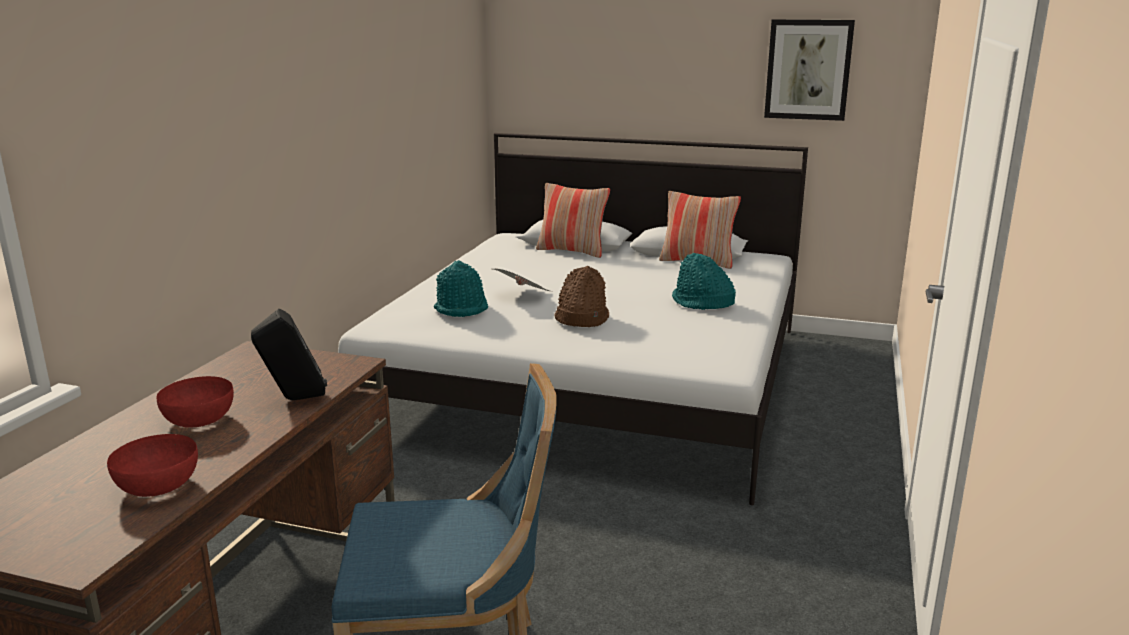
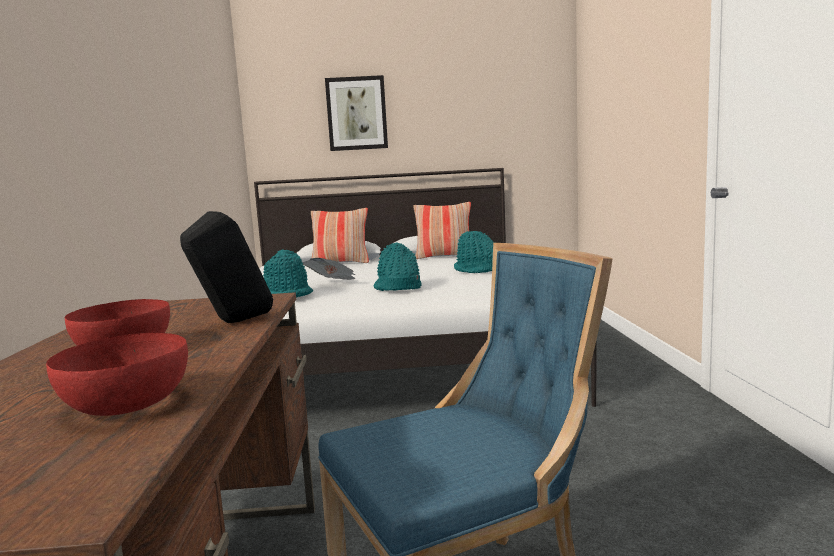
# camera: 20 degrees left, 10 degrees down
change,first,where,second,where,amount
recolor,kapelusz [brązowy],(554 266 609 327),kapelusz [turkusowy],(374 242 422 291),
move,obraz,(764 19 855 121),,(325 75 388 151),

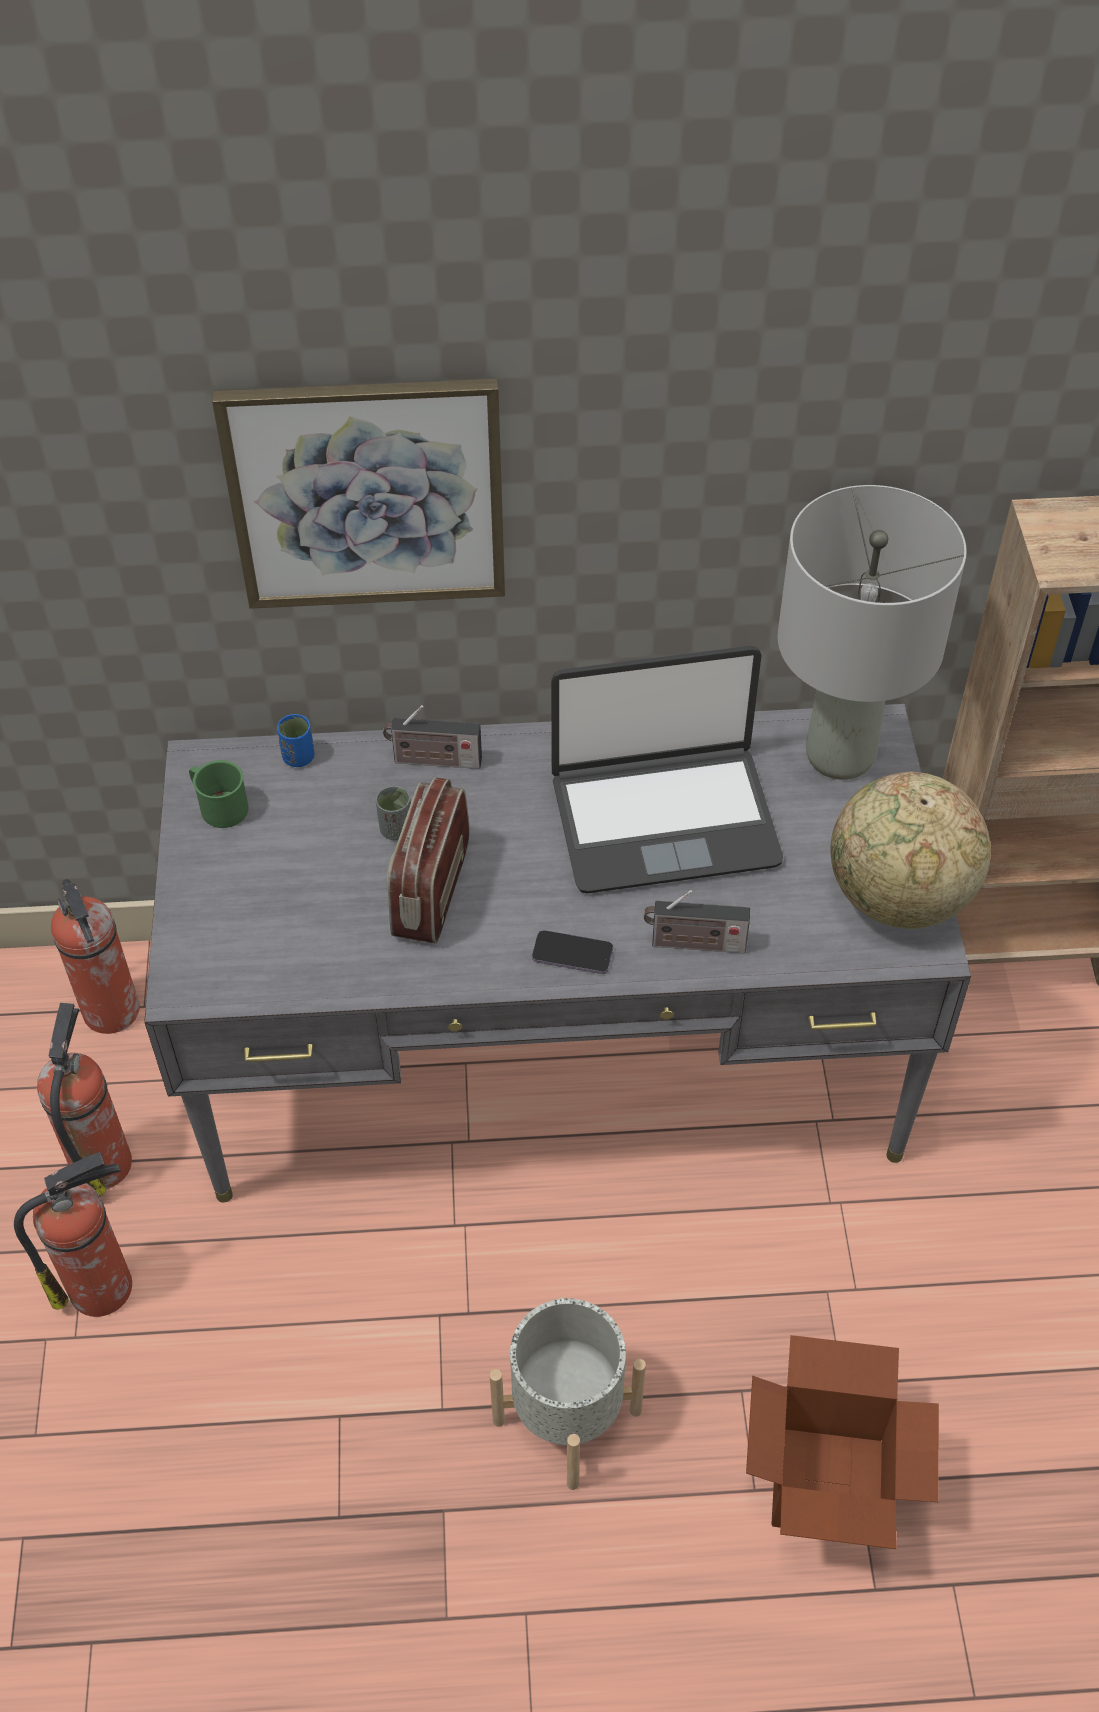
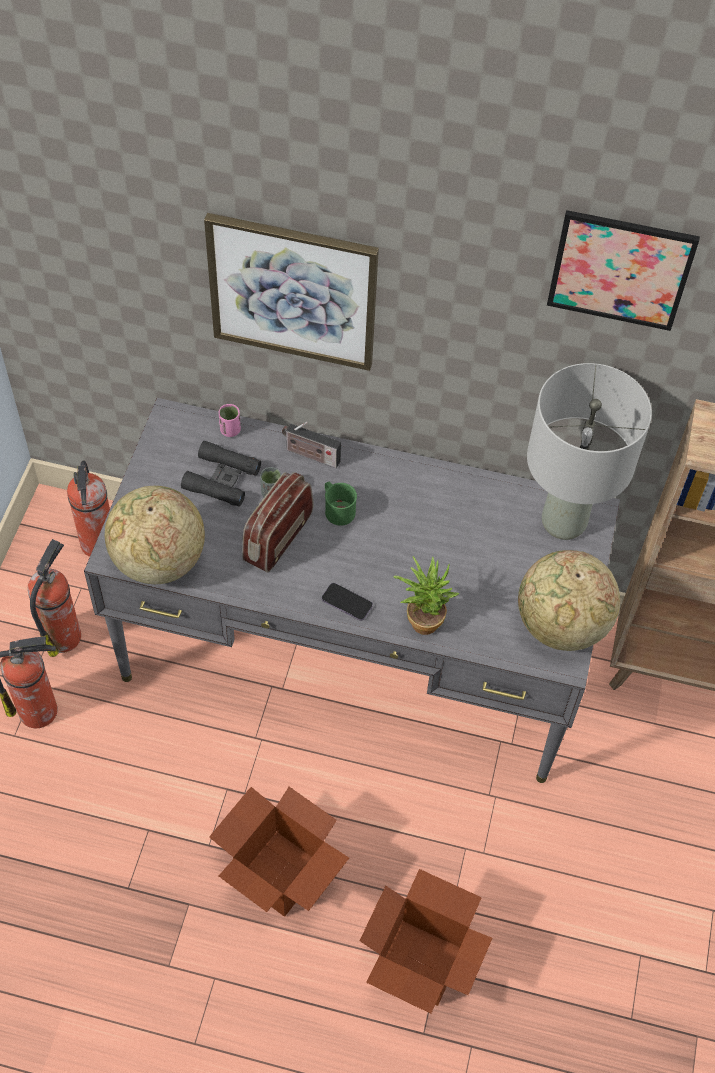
# camera: 15 degrees right, 5 degrees up
change,first,where,second,where,amount
move,kubek [zielony],(189 760 248 828),,(325 481 357 526),
recolor,filiżanka [niebieski],(277 714 315 767),filiżanka [różowy],(219 404 241 437),
replace,donica [szary],(489 1297 646 1490),karton,(209 787 349 917),
delete,laptop,(551 646 783 894),,,
replace,radio,(644 890 750 953),roślina doniczkowa,(393 556 459 635),
insert,,,globus,(105 486 205 584),
insert,,,lornetka [czarny],(181 441 261 507),
insert,,,obraz,(547 210 700 331),

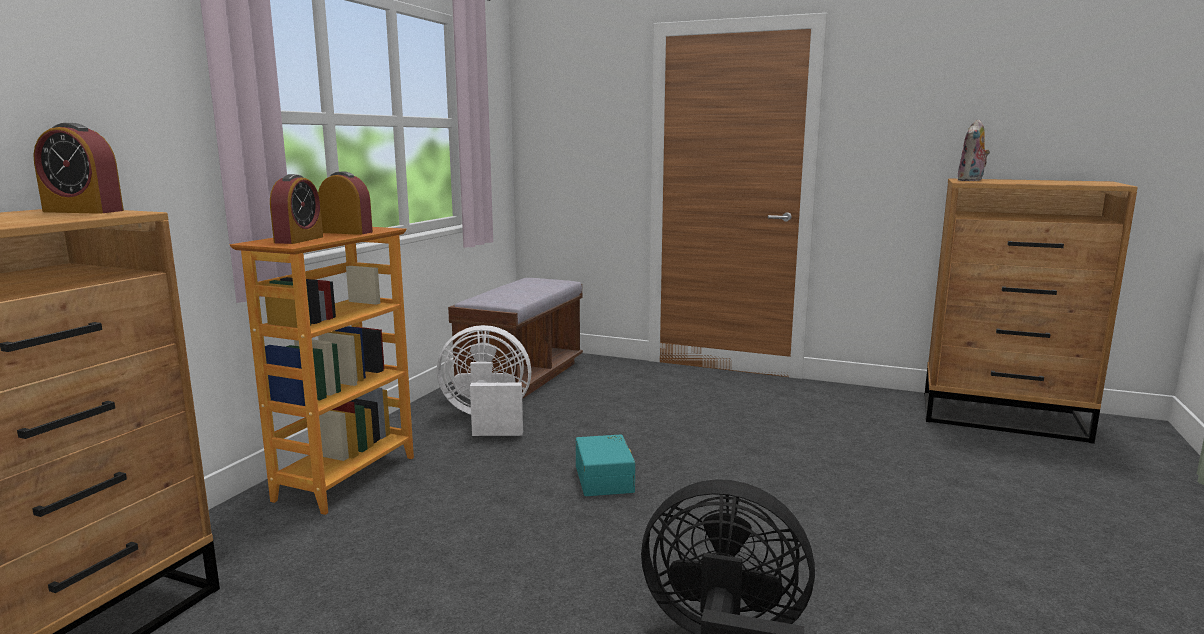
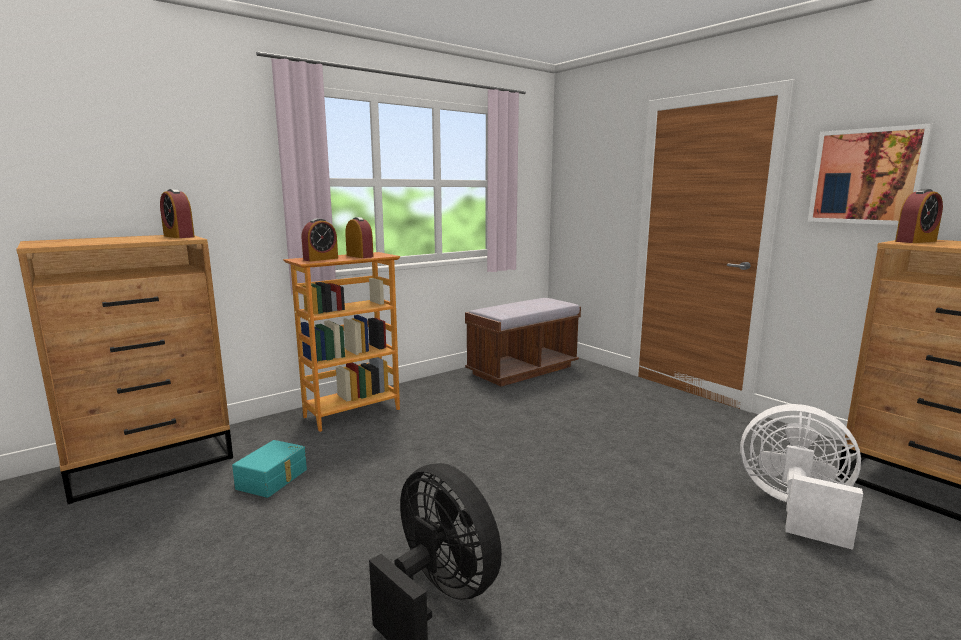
# camera: 30 degrees right, 0 degrees up
change,first,where,second,where,amount
move,wentylator [biały],(437 325 531 436),,(740 404 863 550),
move,pojemnik do przechowywania [turkusowy],(576 435 635 496),,(232 440 307 498),
replace,pluszak,(957 120 990 181),budzik,(895 189 943 243),
insert,,,obraz,(808 123 933 225),

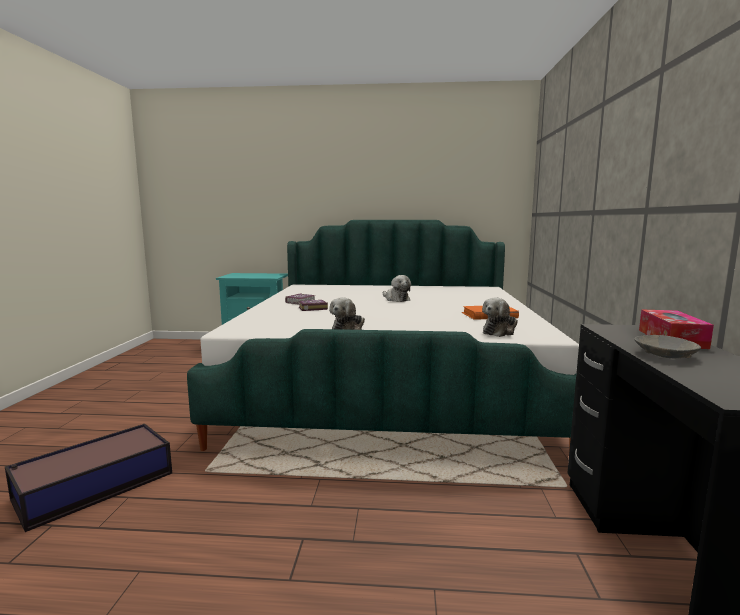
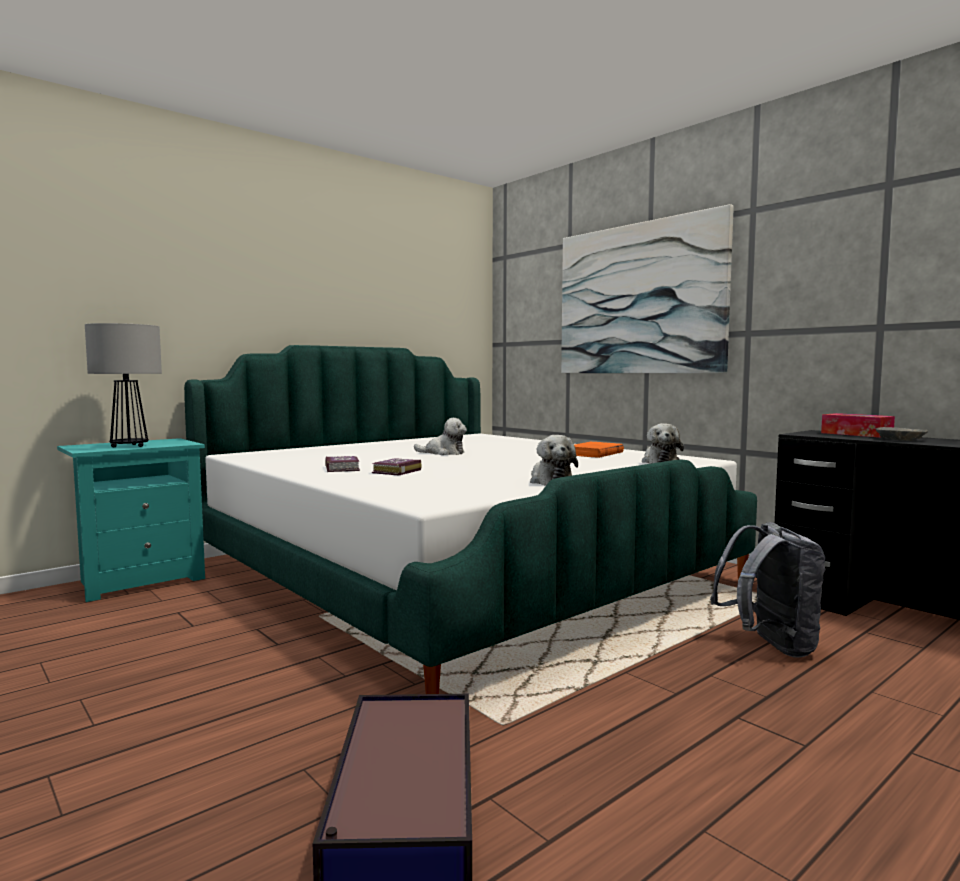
# camera: 45 degrees left, 5 degrees down
change,first,where,second,where,amount
insert,,,lampa stołowa,(85 323 162 447),
insert,,,obraz,(561 204 734 374),
insert,,,plecak [szary],(710 522 826 658),

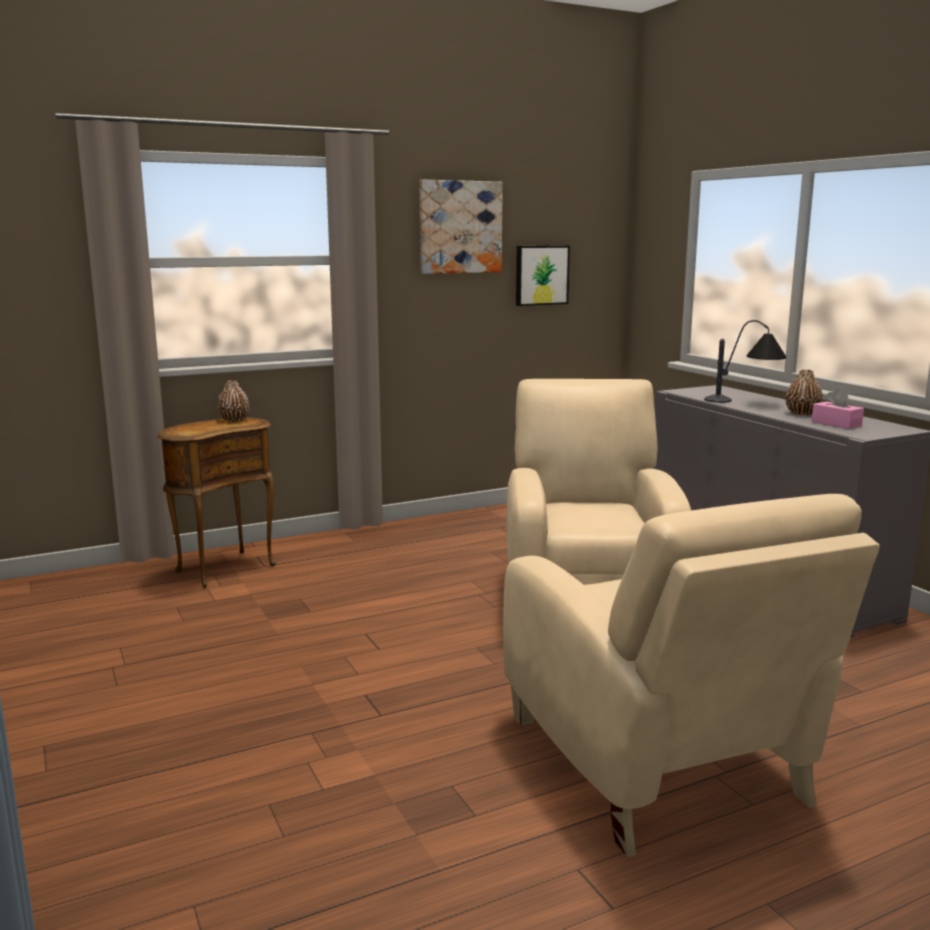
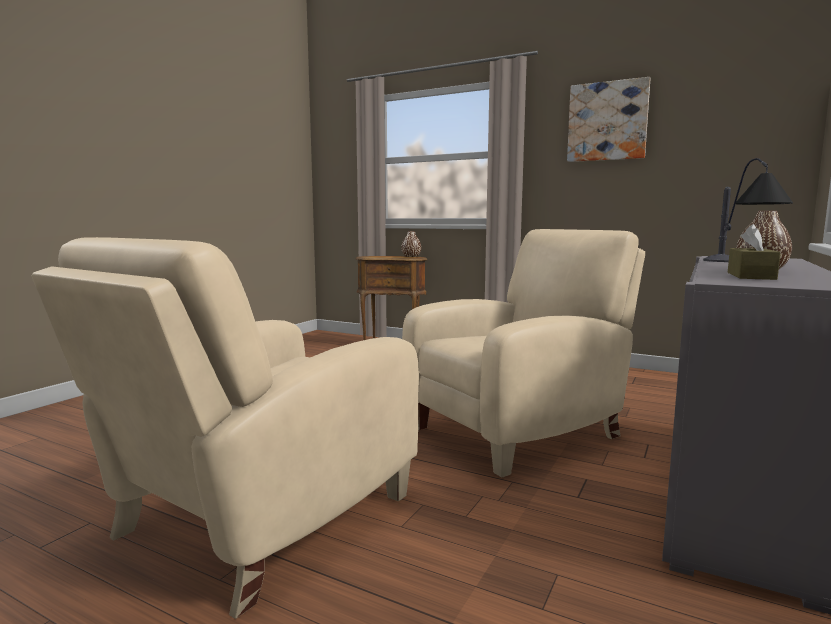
# camera: 55 degrees right, 5 degrees down
change,first,where,second,where,amount
delete,obraz,(516 245 570 306),,,
recolor,pudełko chusteczek [różowy],(811 388 864 429),pudełko chusteczek [brązowy],(728 224 781 280),

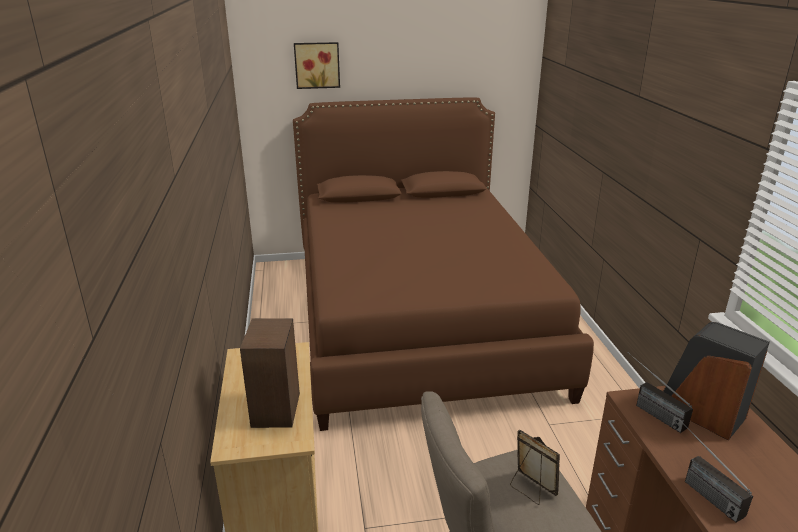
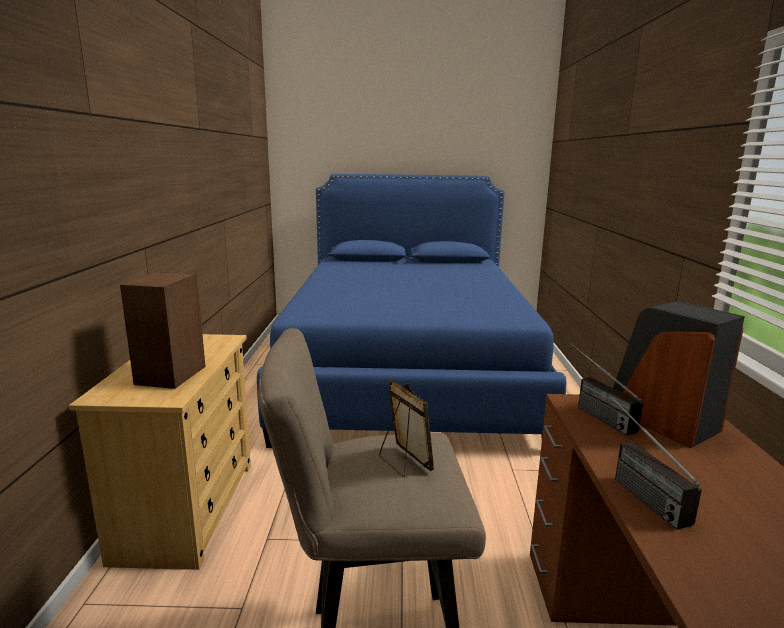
# camera: 10 degrees right, 10 degrees down
change,first,where,second,where,amount
recolor,łóżko [brązowy],(293 98 594 431),łóżko [niebieski],(257 174 566 448),
delete,obraz,(294 42 340 89),,,

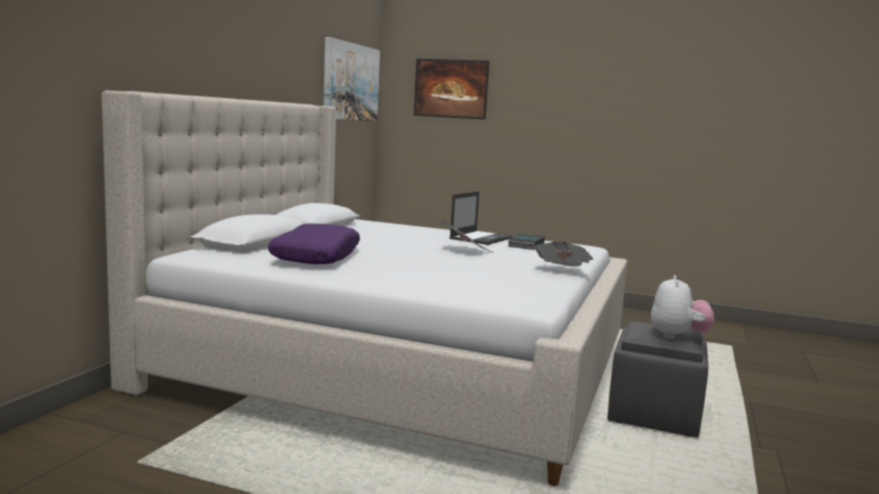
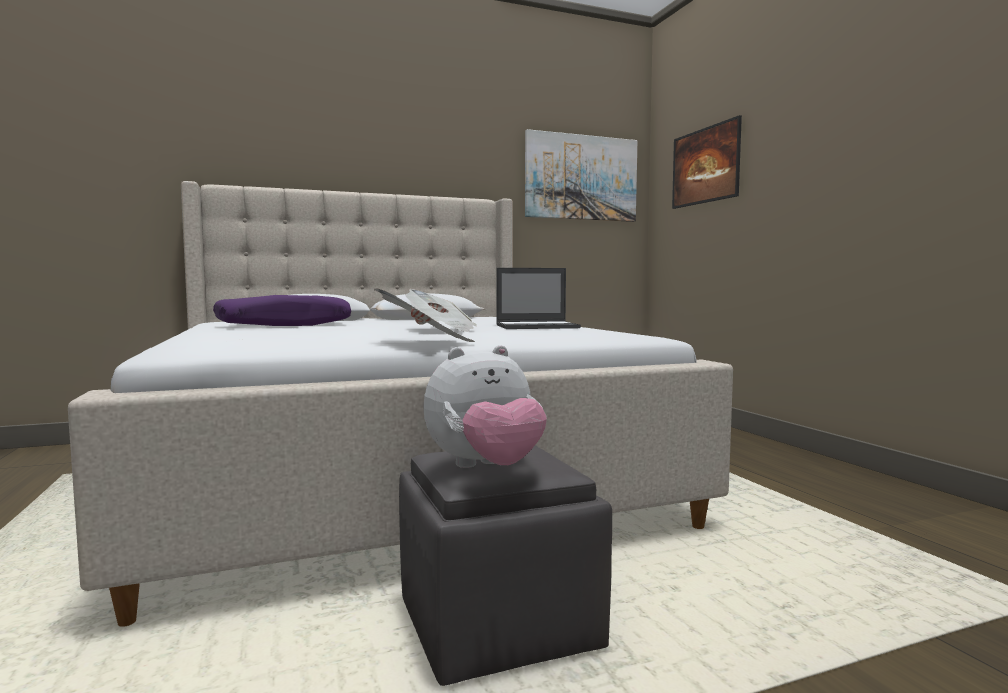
# camera: 50 degrees right, 5 degrees down
change,first,where,second,where,amount
delete,książka,(508 234 545 250),,,

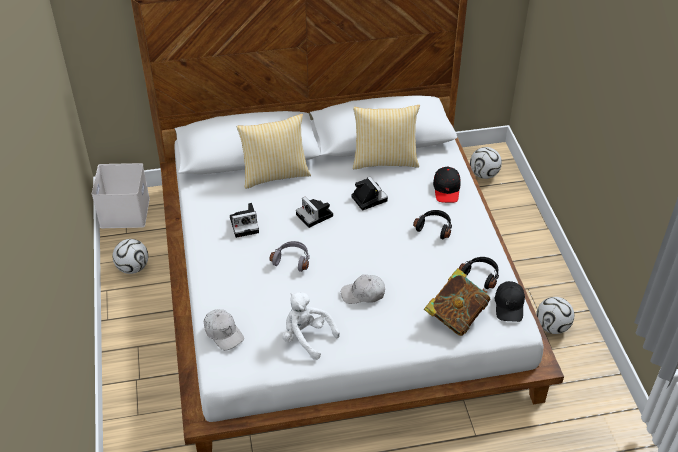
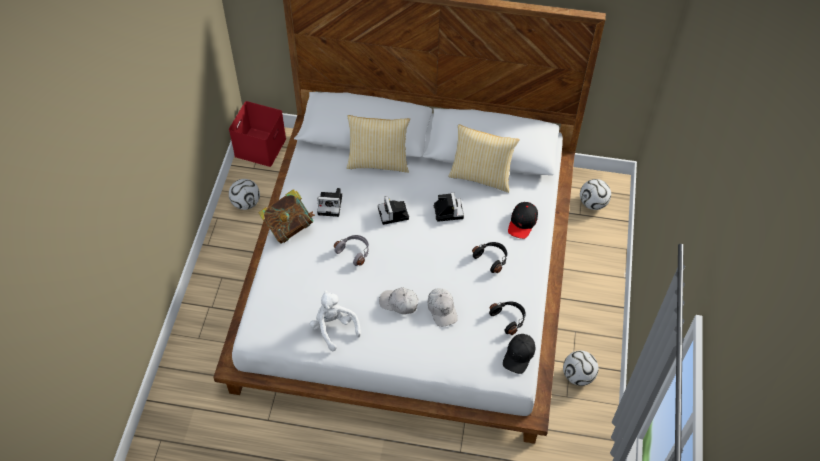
# camera: 20 degrees right, 10 degrees up
change,first,where,second,where,amount
recolor,pojemnik do przechowywania [biały],(92 163 150 228),pojemnik do przechowywania [czerwony],(229 101 286 167),
move,czapka z daszkiem [biały],(204 309 244 351),,(428 288 458 327),
move,książka,(424 268 490 336),,(258 189 315 243),

